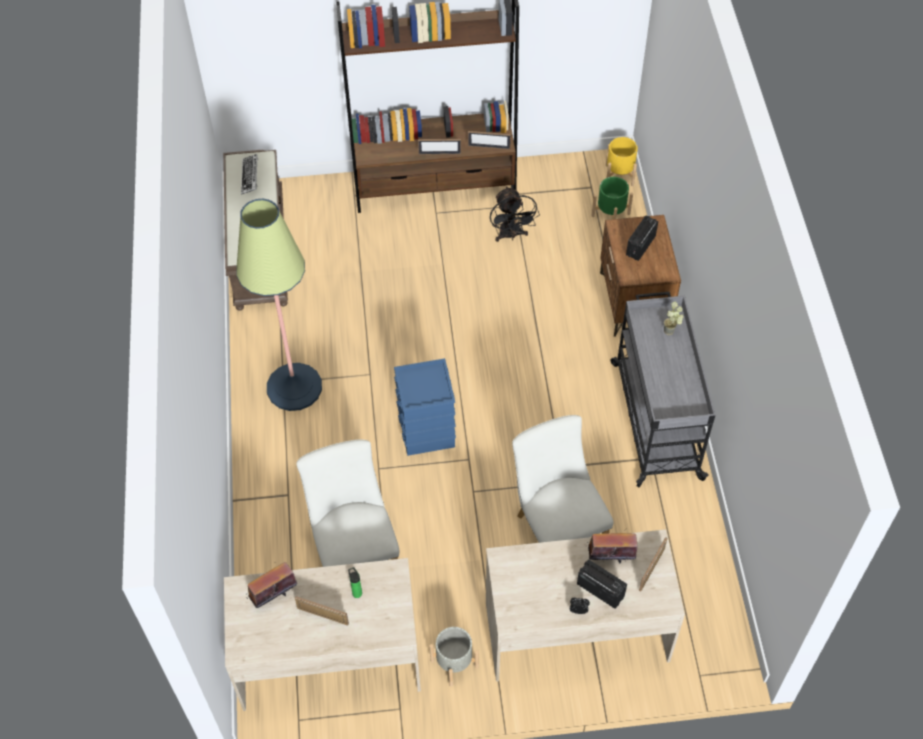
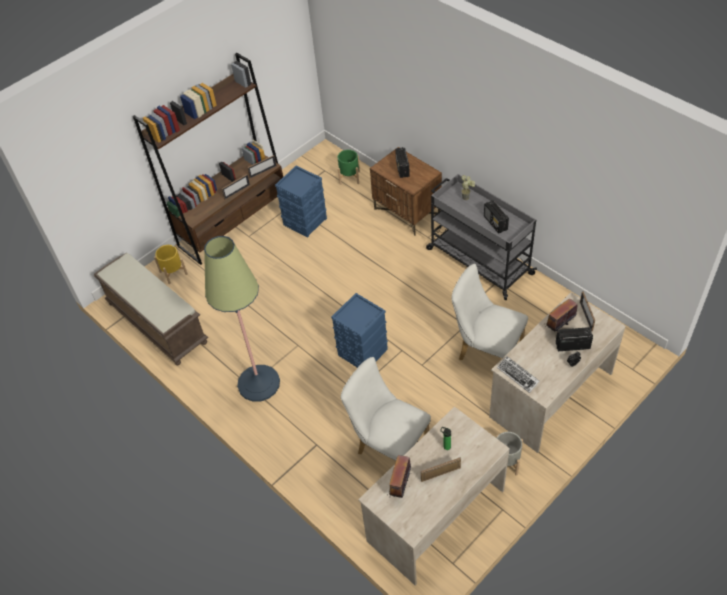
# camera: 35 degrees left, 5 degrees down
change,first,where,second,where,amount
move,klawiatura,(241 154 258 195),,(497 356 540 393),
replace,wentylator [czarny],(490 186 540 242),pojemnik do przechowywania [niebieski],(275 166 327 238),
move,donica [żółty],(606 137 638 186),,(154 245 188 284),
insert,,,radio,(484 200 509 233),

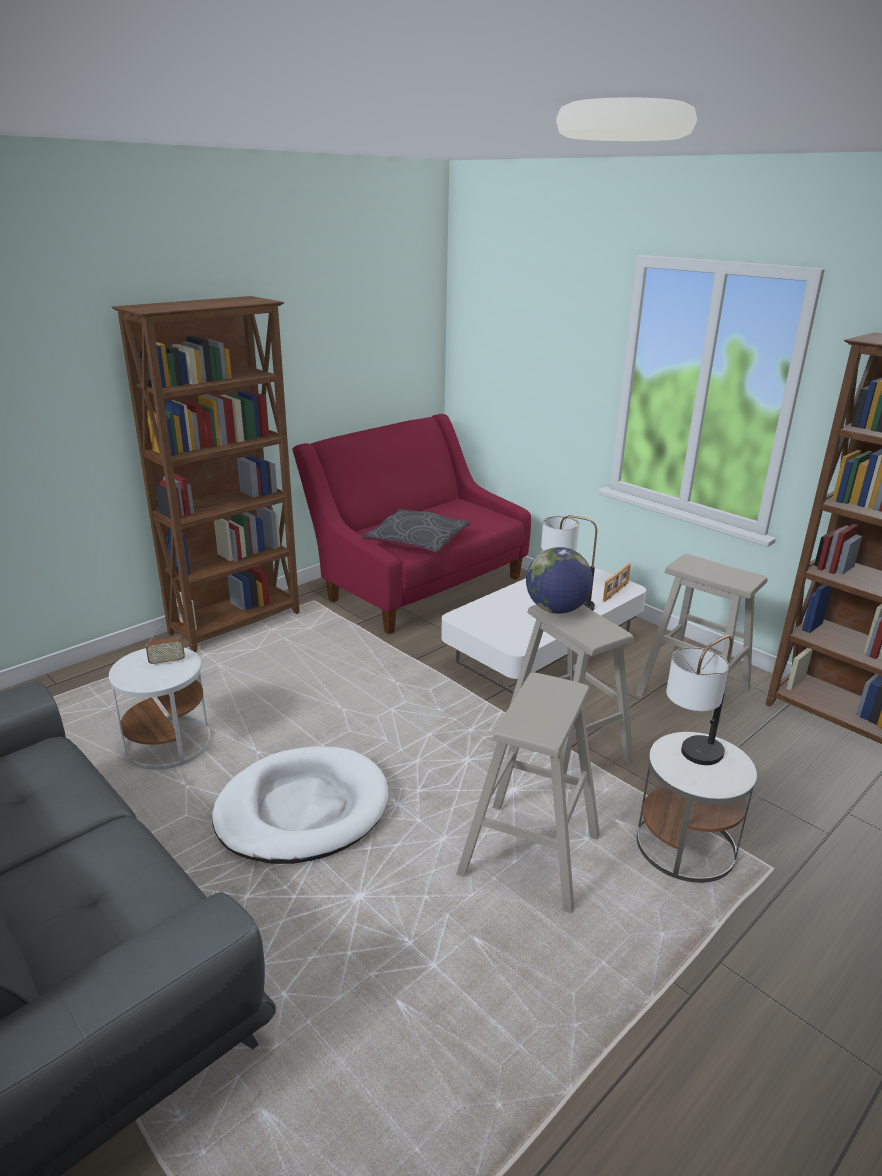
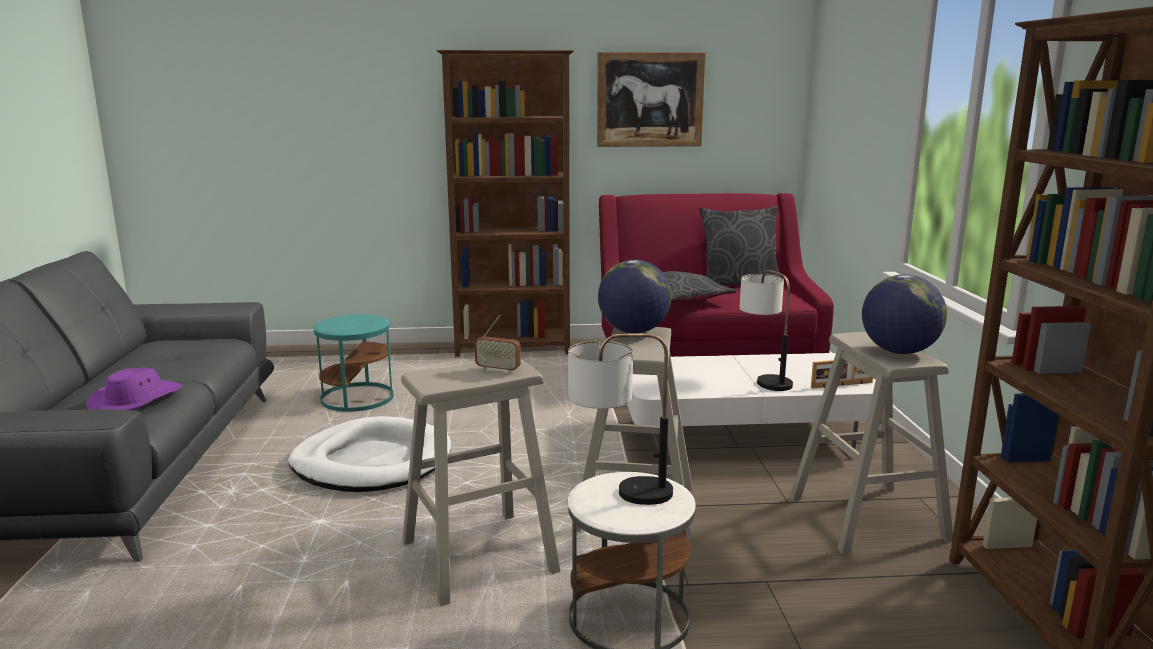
# camera: 40 degrees right, 10 degrees down
change,first,where,second,where,amount
recolor,stolik [biały],(109 648 211 770),stolik [turkusowy],(313 314 394 412),
move,radio,(146 623 185 666),,(475 315 521 373),
insert,,,kapelusz [fioletowy],(87 368 182 410),
insert,,,obraz,(597 52 706 147),
insert,,,poduszka [szary],(699 206 780 285),
insert,,,globus,(862 274 947 354),

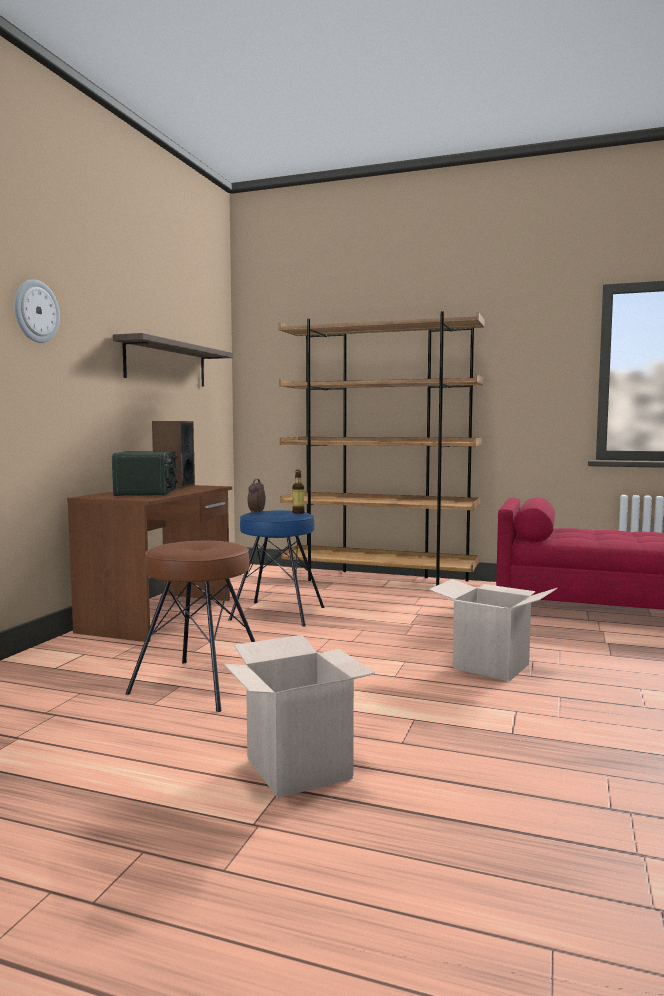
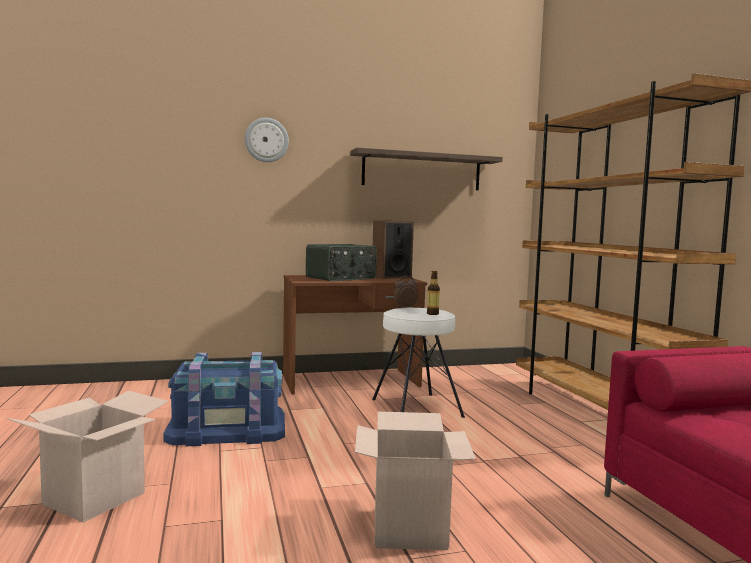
# camera: 55 degrees right, 0 degrees up
change,first,where,second,where,amount
replace,stołek [brązowy],(126 541 255 712),pojemnik do przechowywania [niebieski],(163 352 285 446),
recolor,stołek [niebieski],(229 510 325 626),stołek [biały],(372 308 465 418),

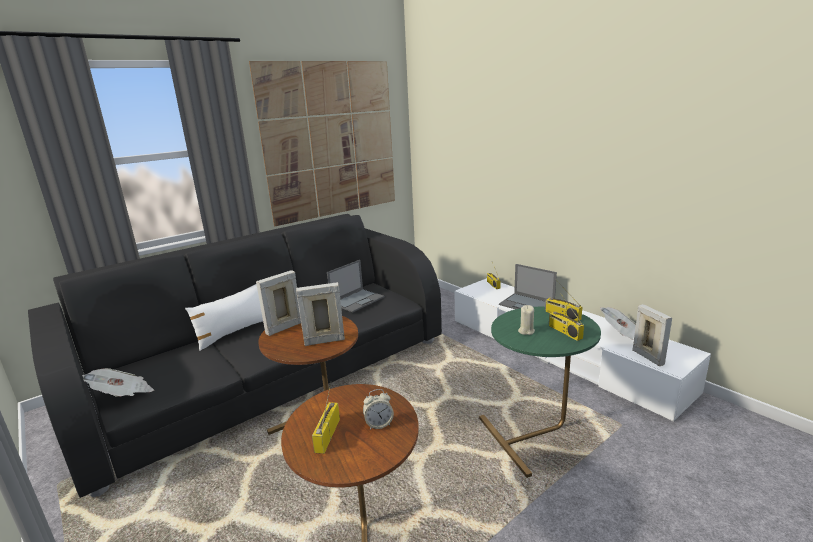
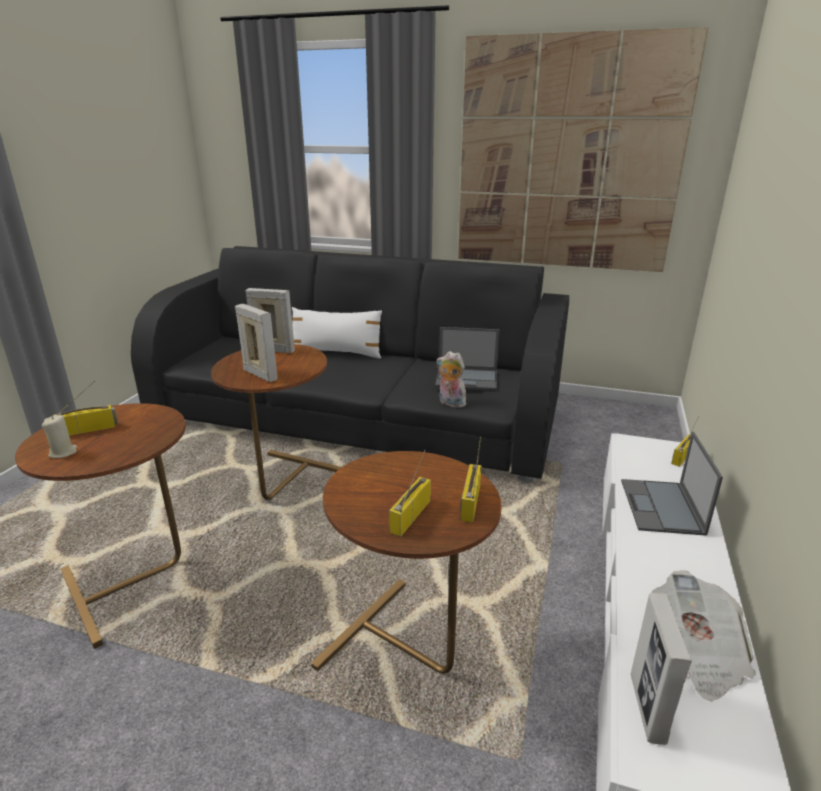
# camera: 55 degrees right, 5 degrees up
change,first,where,second,where,amount
delete,gazeta,(82 368 154 397),,,
delete,budzik,(363 389 394 429),,,
recolor,stolik [zielony],(479 307 601 478),stolik [brązowy],(311 451 502 673),
move,świeca [beżowy],(518 305 535 335),,(42 415 77 458),
rotate,ramka na zdjęcie,(632 304 672 366),,(630 593 692 745),150 degrees clockwise
insert,,,pluszak,(436 351 468 408),

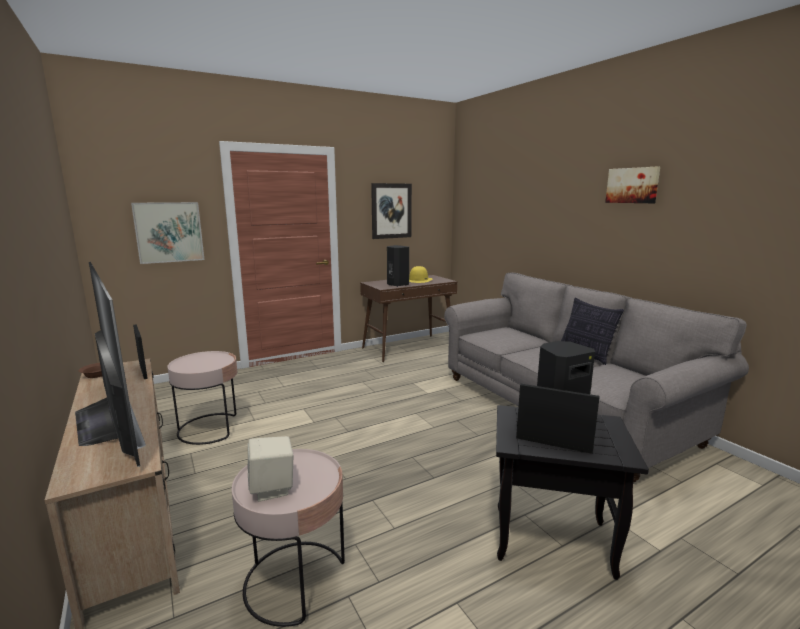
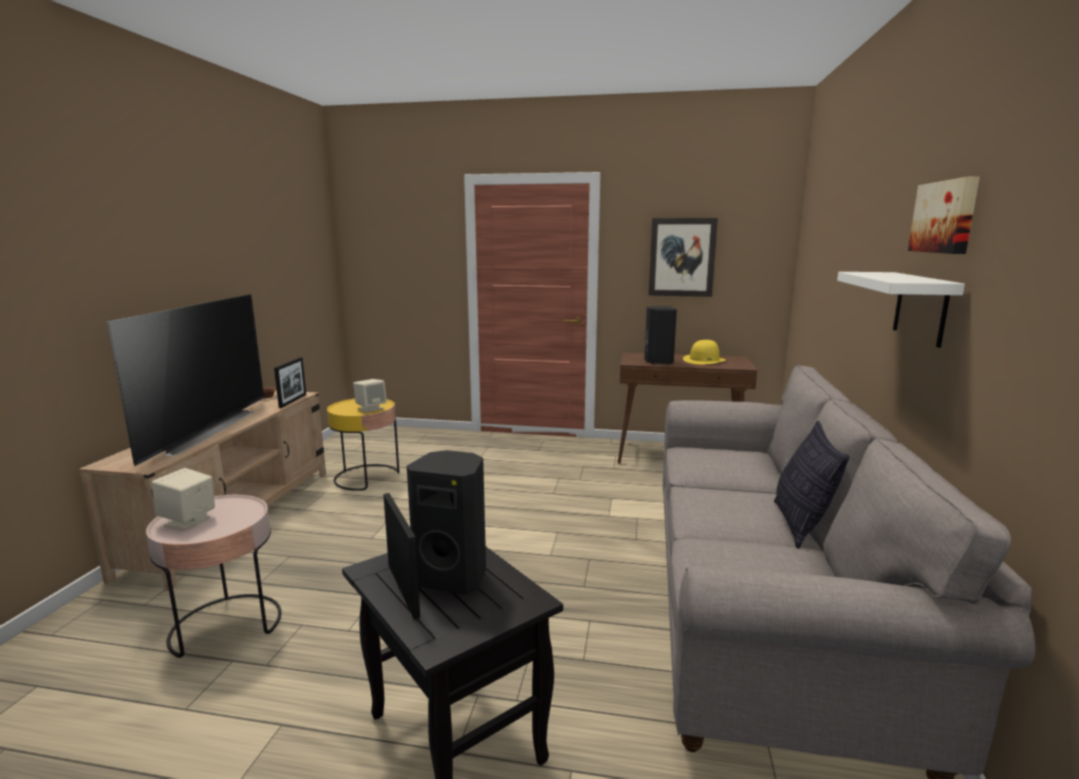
# camera: 40 degrees right, 0 degrees up
change,first,where,second,where,amount
delete,obraz,(131 202 204 264),,,
recolor,stolik [różowy],(167 351 237 445),stolik [żółty],(327 399 399 491),
insert,,,głośnik [beżowy],(353 379 387 413),
insert,,,półka [biały],(837 272 965 348),

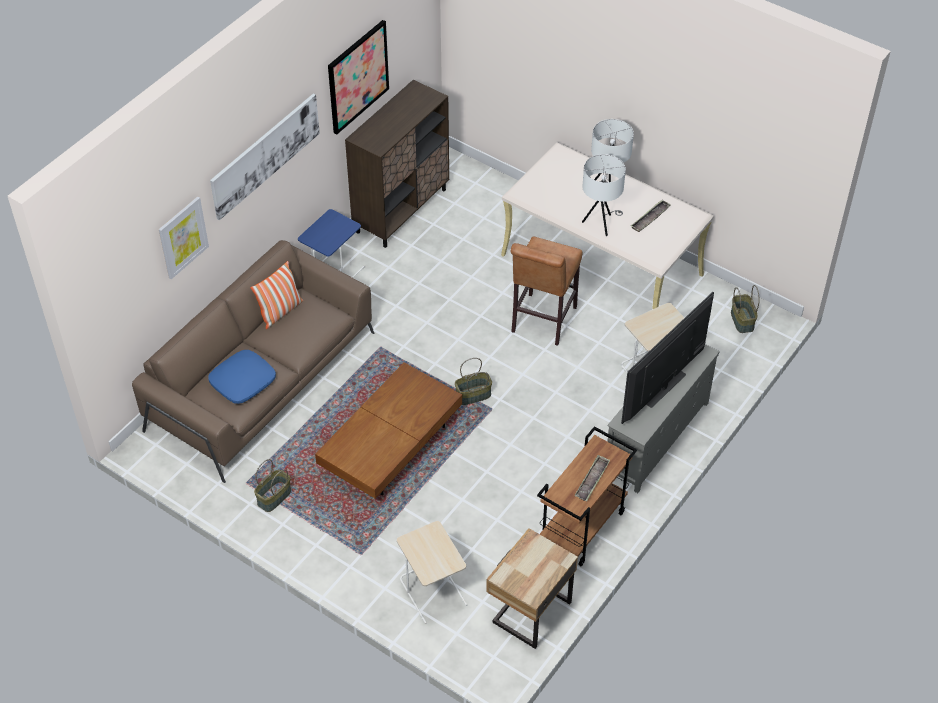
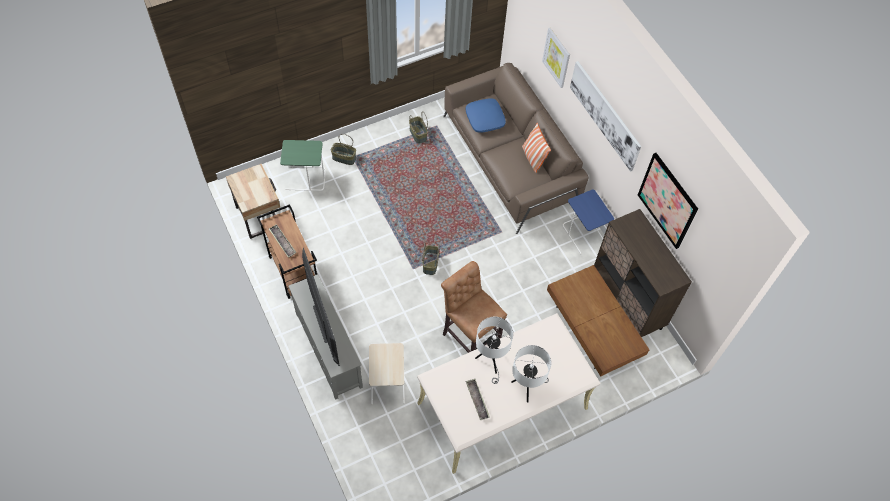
# camera: 115 degrees right, 10 degrees up
change,first,where,second,where,amount
move,ława [brązowy],(315 362 462 499),,(547 265 649 376),
recolor,stolik [beżowy],(397 521 467 624),stolik [zielony],(280 140 326 191),
move,koszyk,(731 285 760 333),,(331 134 356 165),

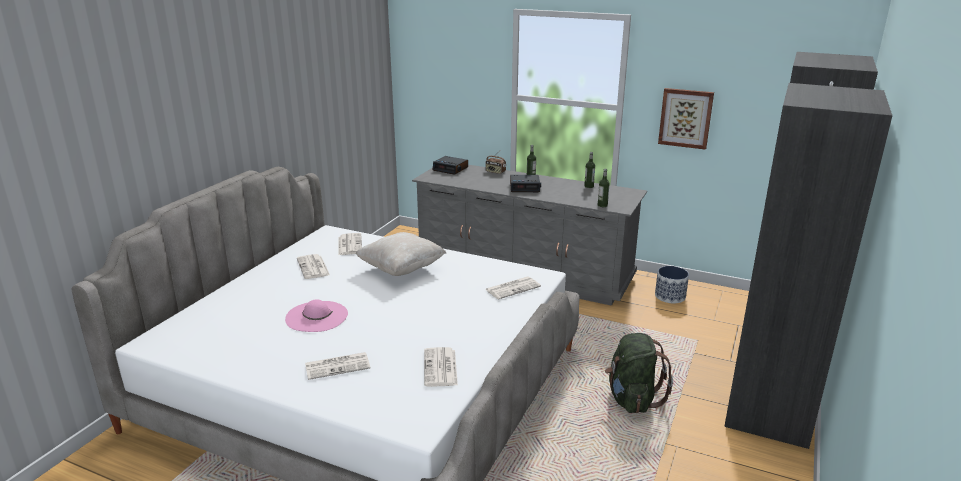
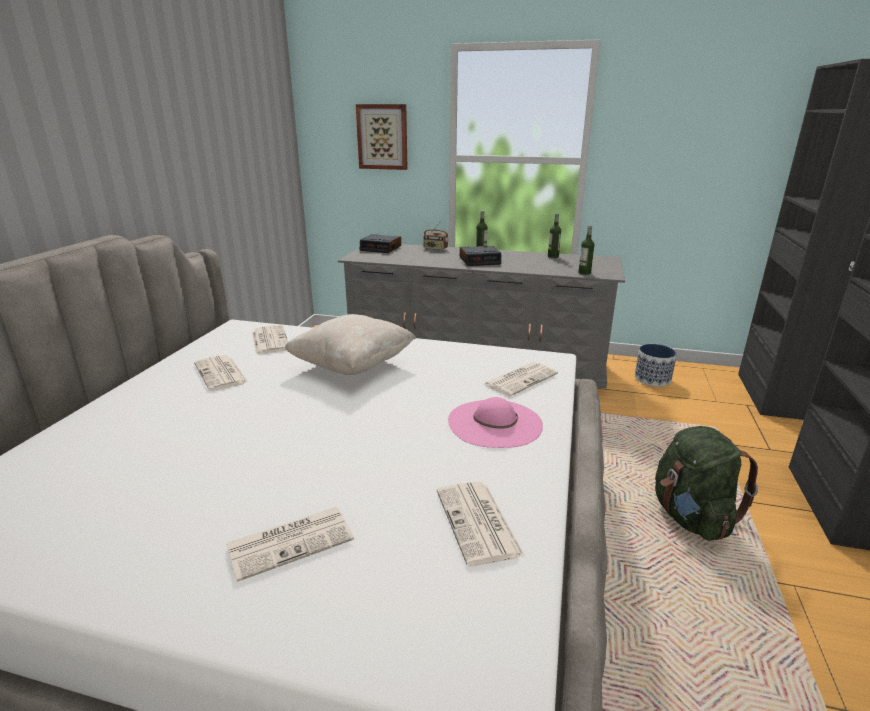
# camera: 10 degrees left, 0 degrees up
change,first,where,second,where,amount
move,kapelusz [różowy],(285 300 348 332),,(448 397 543 448),
move,obraz,(658 88 714 150),,(356 104 408 170),

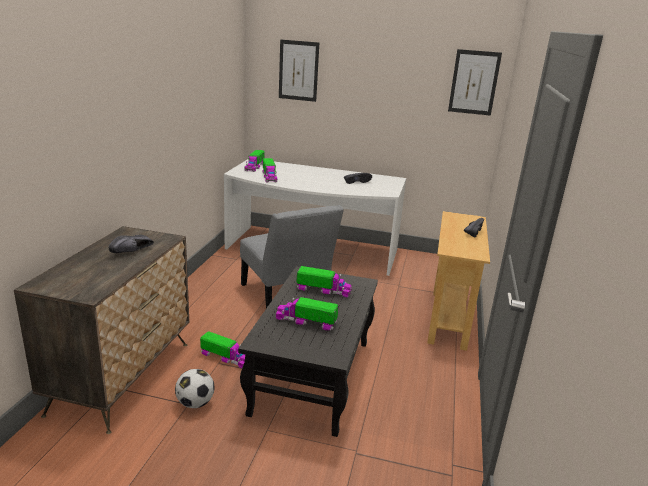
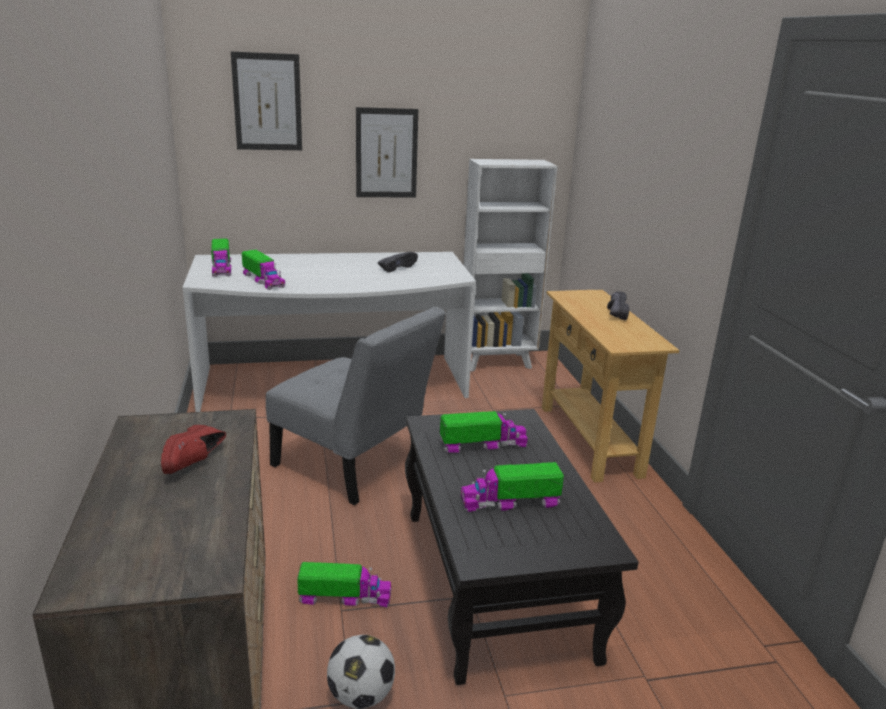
# camera: 25 degrees left, 0 degrees up
change,first,where,second,where,amount
recolor,but [czarny],(109 235 154 253),but [czerwony],(161 425 226 474),
move,obraz,(448 49 502 116),,(356 107 418 197),
insert,,,regał [biały],(464 159 558 372),

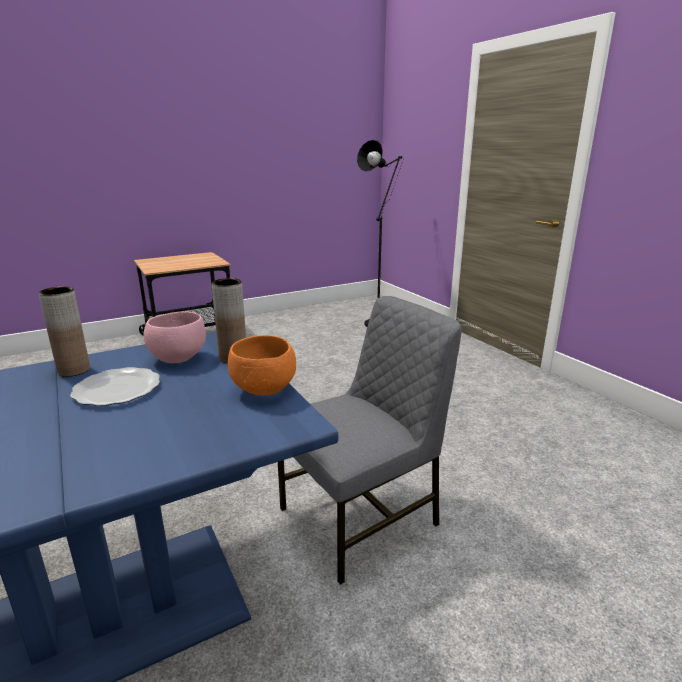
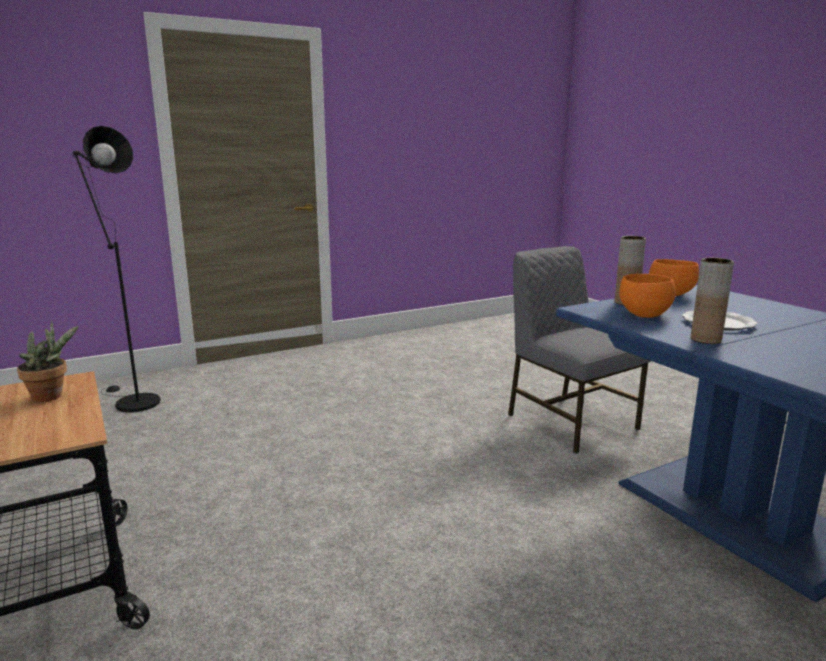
# camera: 90 degrees left, 5 degrees down
change,first,where,second,where,amount
recolor,miska [różowy],(143 311 206 363),miska [pomarańczowy],(619 274 676 318),
insert,,,roślina doniczkowa,(17 321 79 402),

